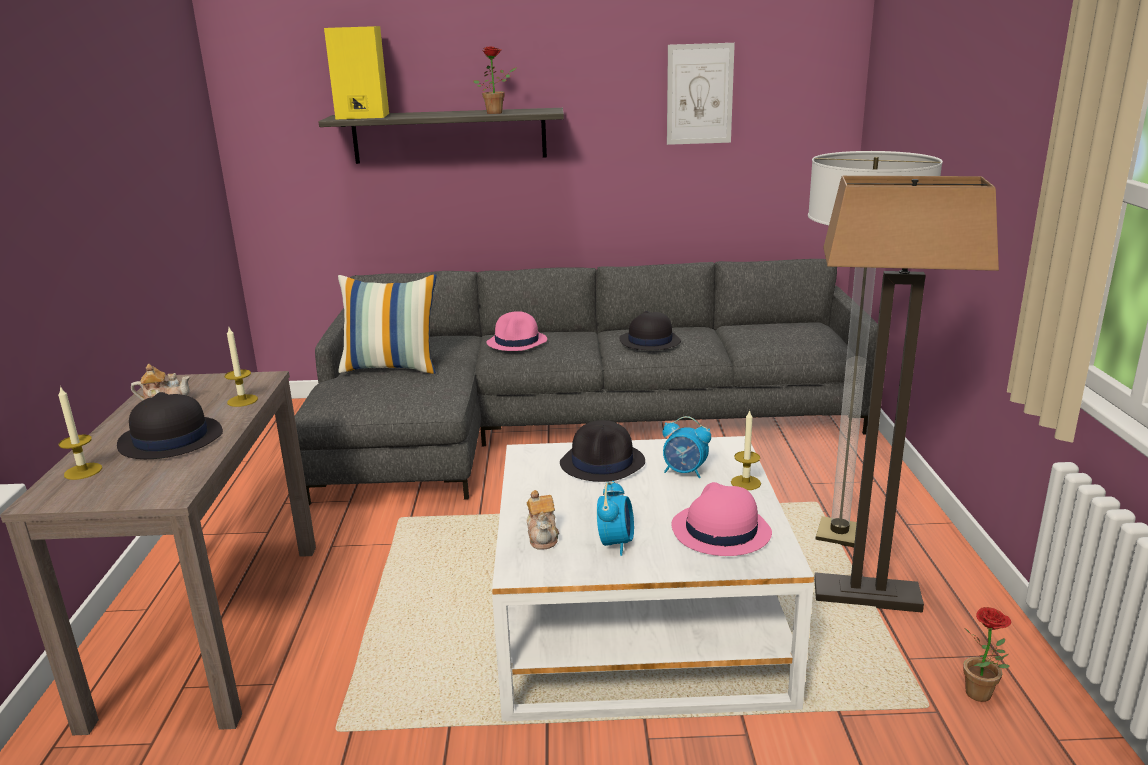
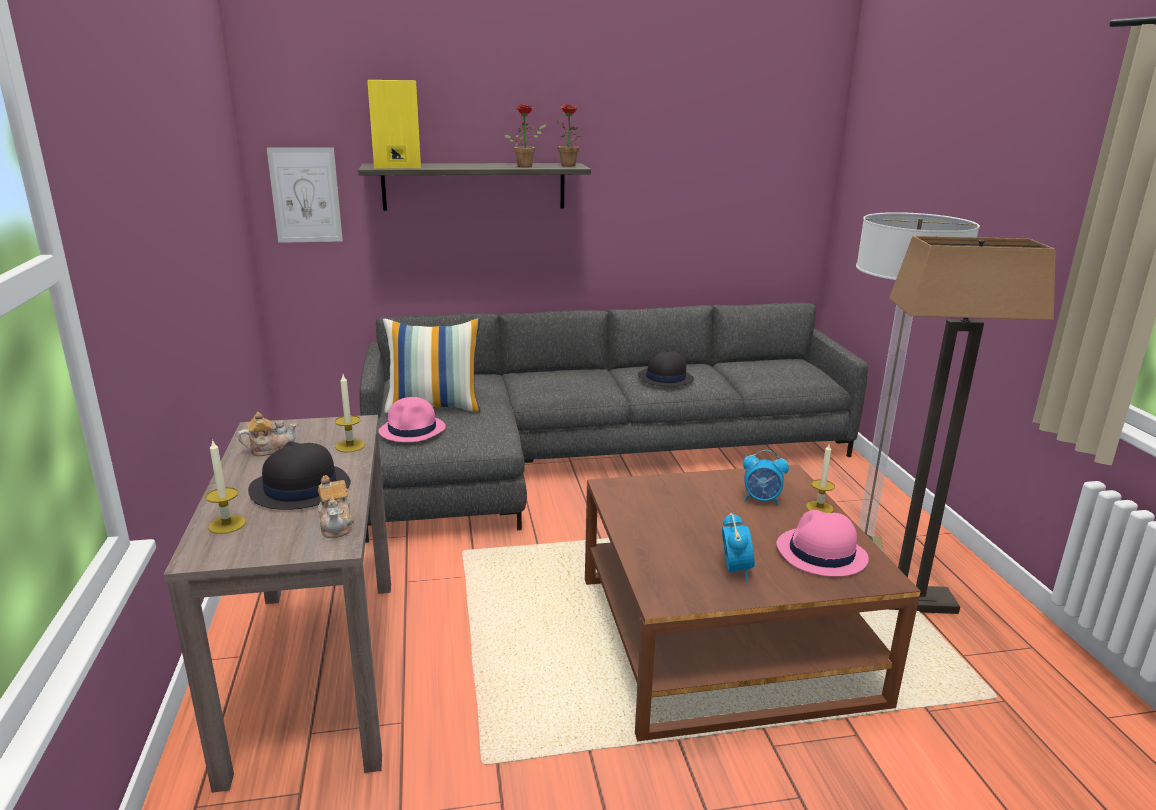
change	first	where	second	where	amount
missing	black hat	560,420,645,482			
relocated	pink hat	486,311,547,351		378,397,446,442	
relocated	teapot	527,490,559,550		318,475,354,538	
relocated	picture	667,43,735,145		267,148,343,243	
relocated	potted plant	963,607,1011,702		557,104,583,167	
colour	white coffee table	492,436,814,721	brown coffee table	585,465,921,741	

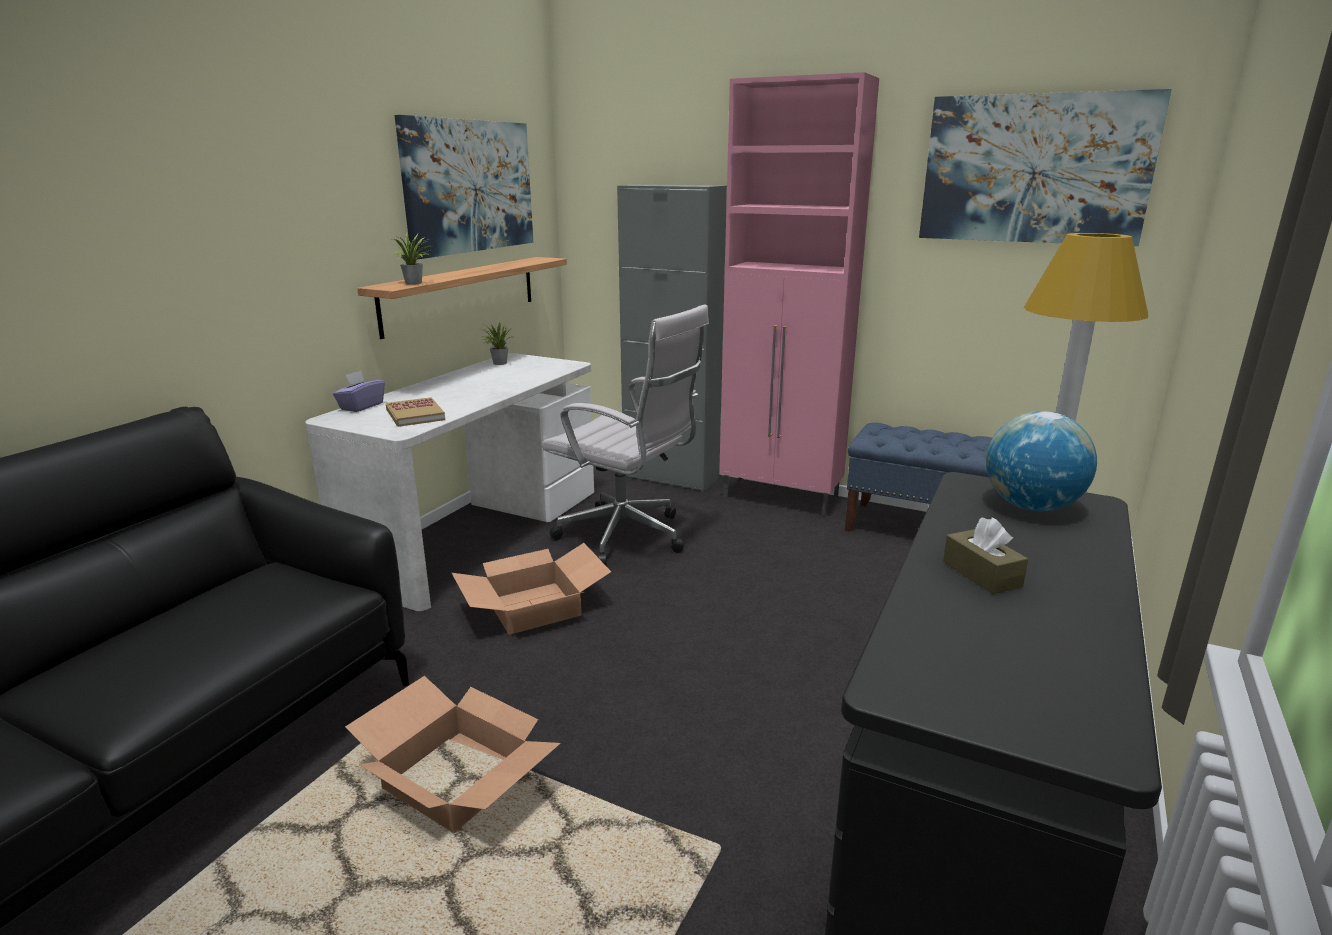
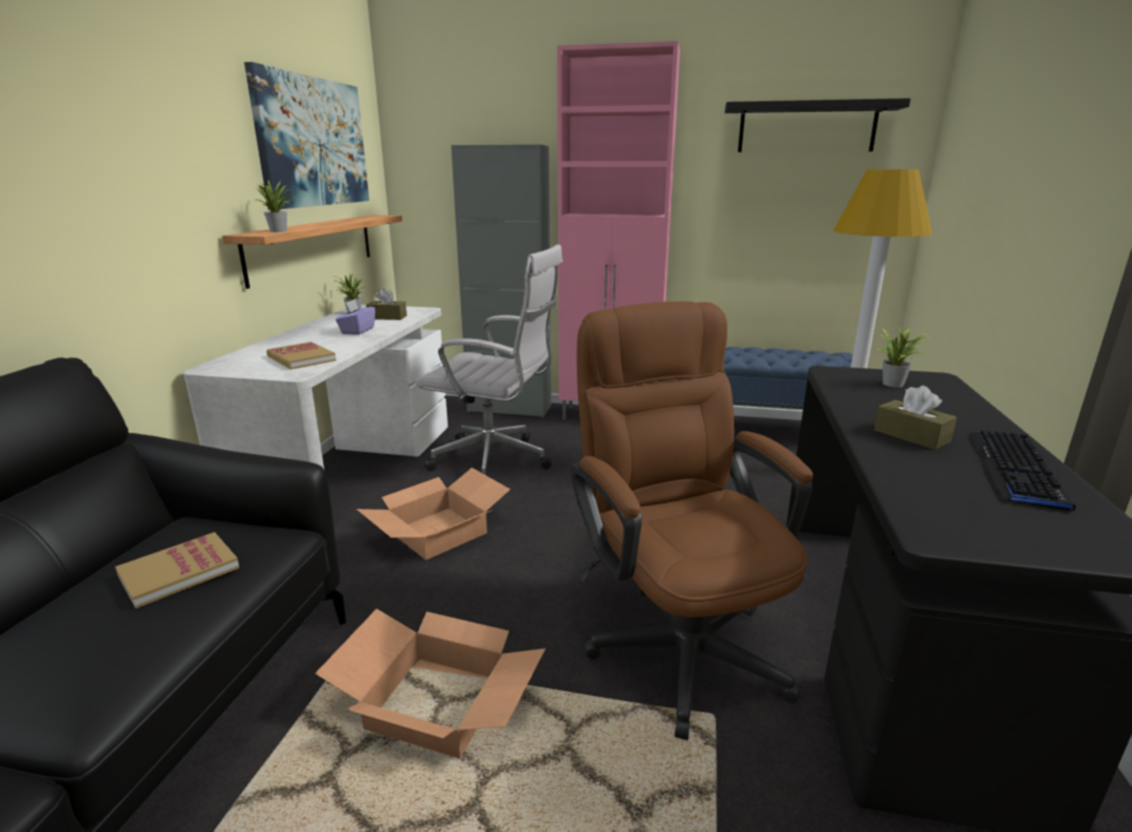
change	first	where	second	where	amount
appeared			book	115,532,240,609	
appeared			brown tissue box	366,289,407,320	
appeared			brown office chair	569,301,813,740	
appeared			keyboard	969,430,1076,512	
relocated	purple tissue box	333,371,385,412		336,299,375,335	
exchanged	picture	919,89,1172,246	black shelf	725,98,911,152	
exchanged	globe	986,411,1097,512	potted plant	876,326,933,388	

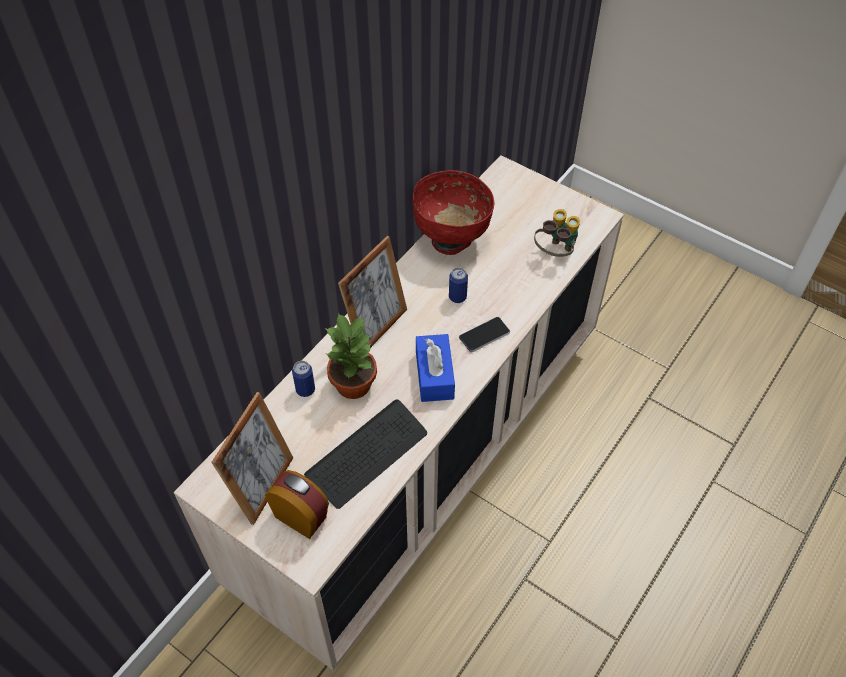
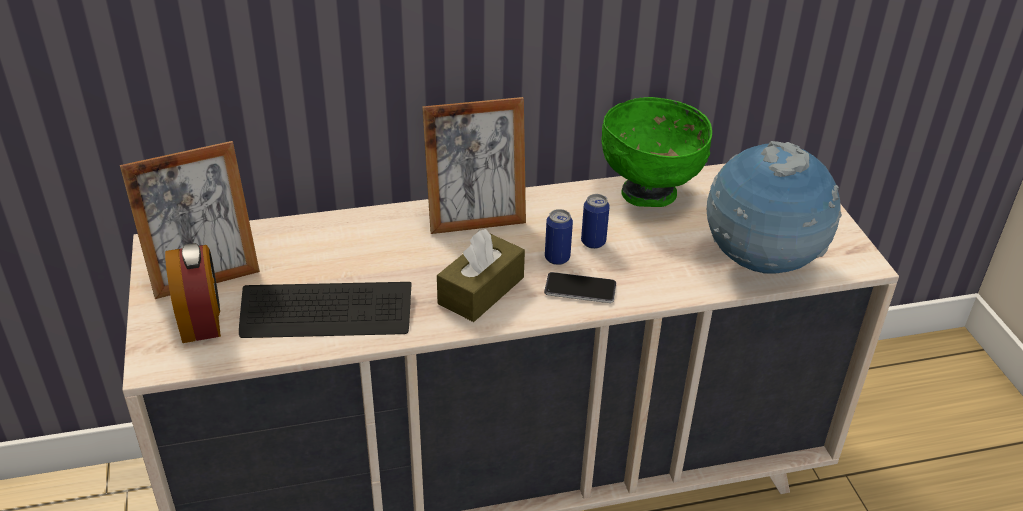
change	first	where	second	where	amount
missing	potted plant	325,313,377,399			
relocated	can	292,361,315,397		545,209,573,265	
exchanged	binoculars	534,209,580,257	globe	707,141,842,274	
colour	red bowl	412,170,495,255	green bowl	601,97,712,207	
colour	blue tissue box	416,334,455,402	brown tissue box	437,229,525,322	

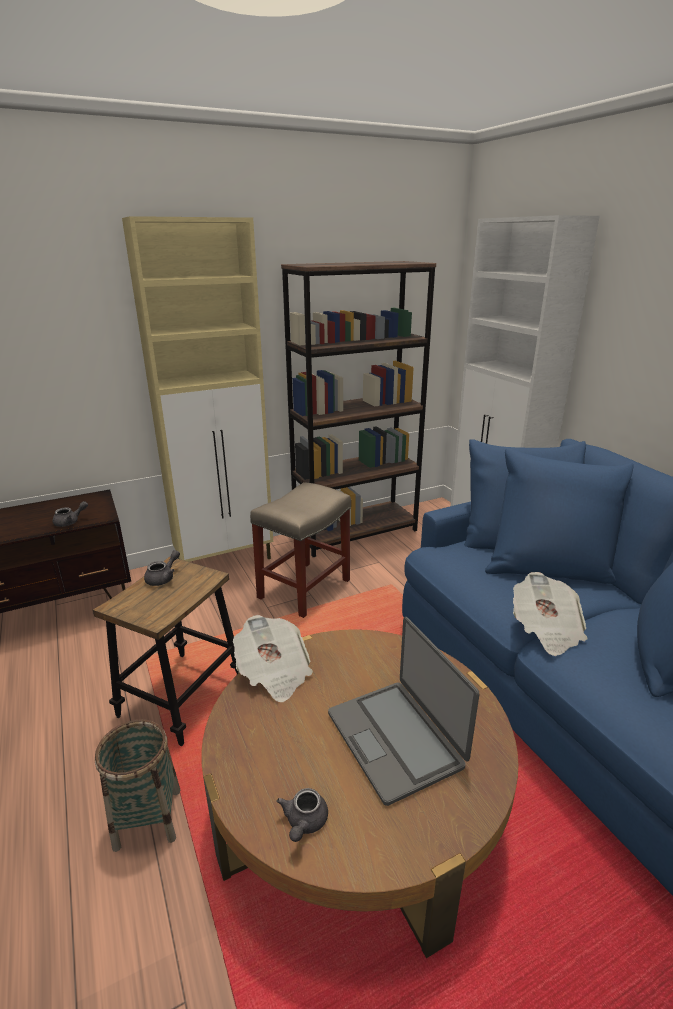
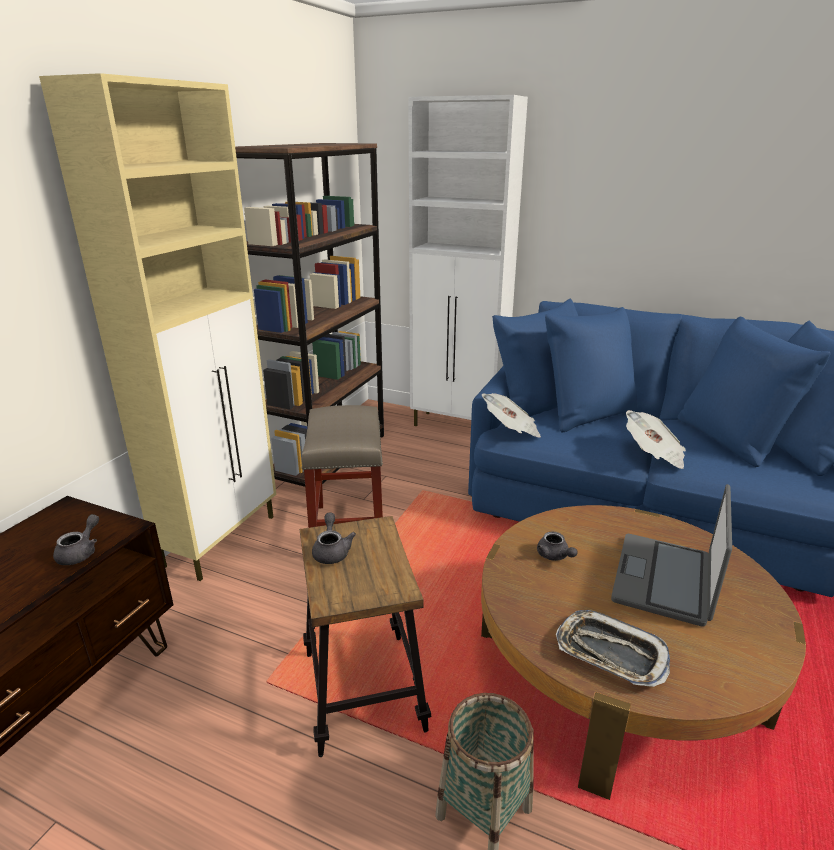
change	first	where	second	where	amount
appeared			tray	556,610,670,687	
relocated	newspaper	233,615,313,702		482,393,541,438	
relocated	grey teapot	277,788,328,842		537,531,578,561	
spun	laptop	328,617,479,806		611,484,732,627	90 degrees clockwise

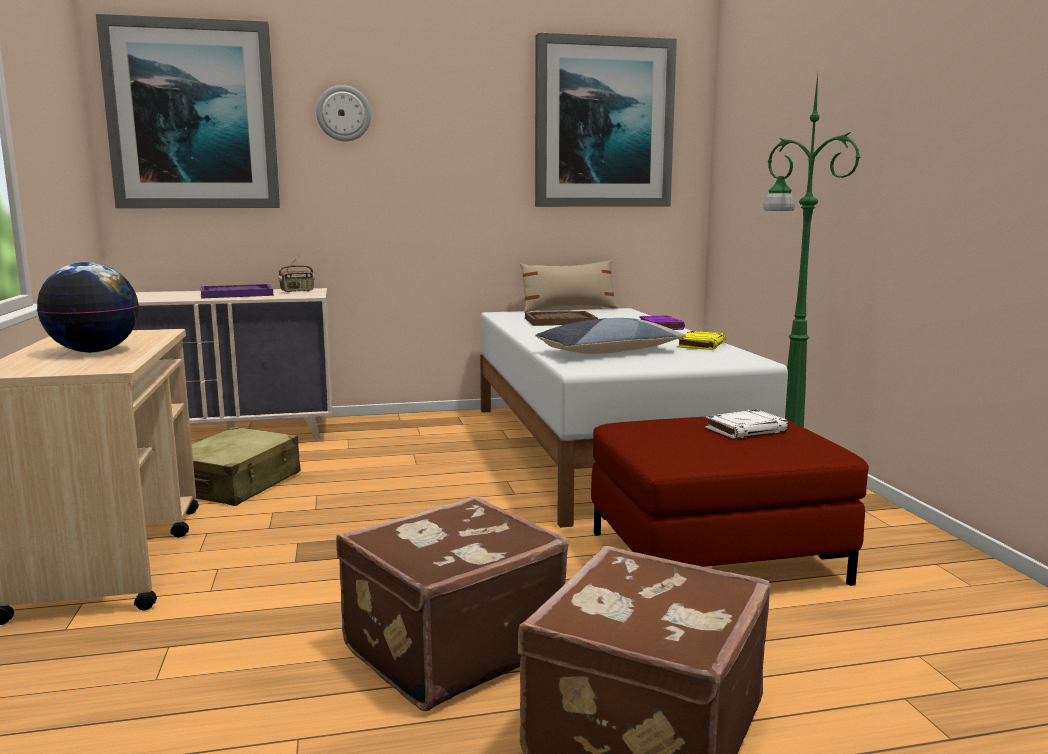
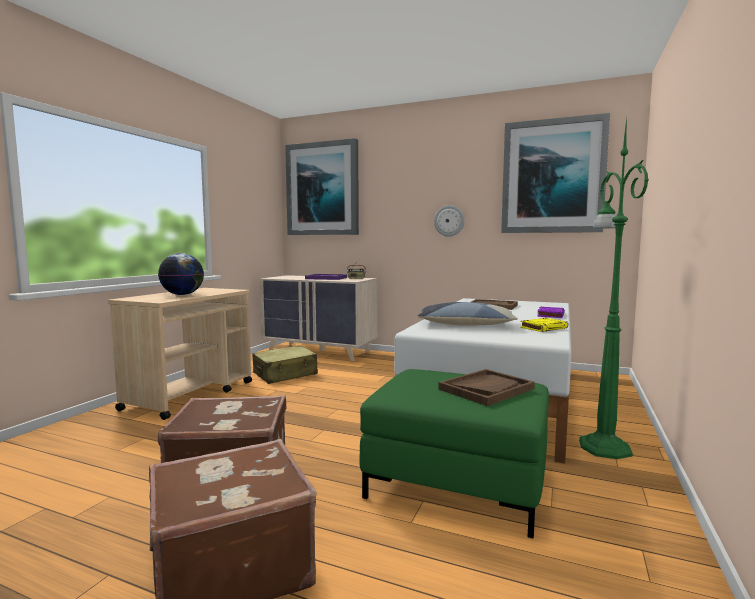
change	first	where	second	where	amount
missing	beige pillow	520,260,618,313			
relocated	wall clock	316,85,371,141		434,205,465,237	
exchanged	white book	705,409,789,439	brown tray	438,369,535,406	
colour	red ottoman	591,415,869,586	green ottoman	359,369,549,538	

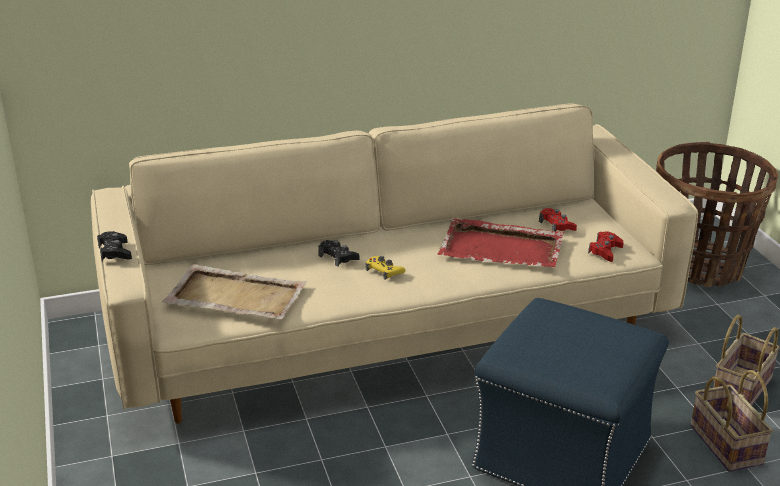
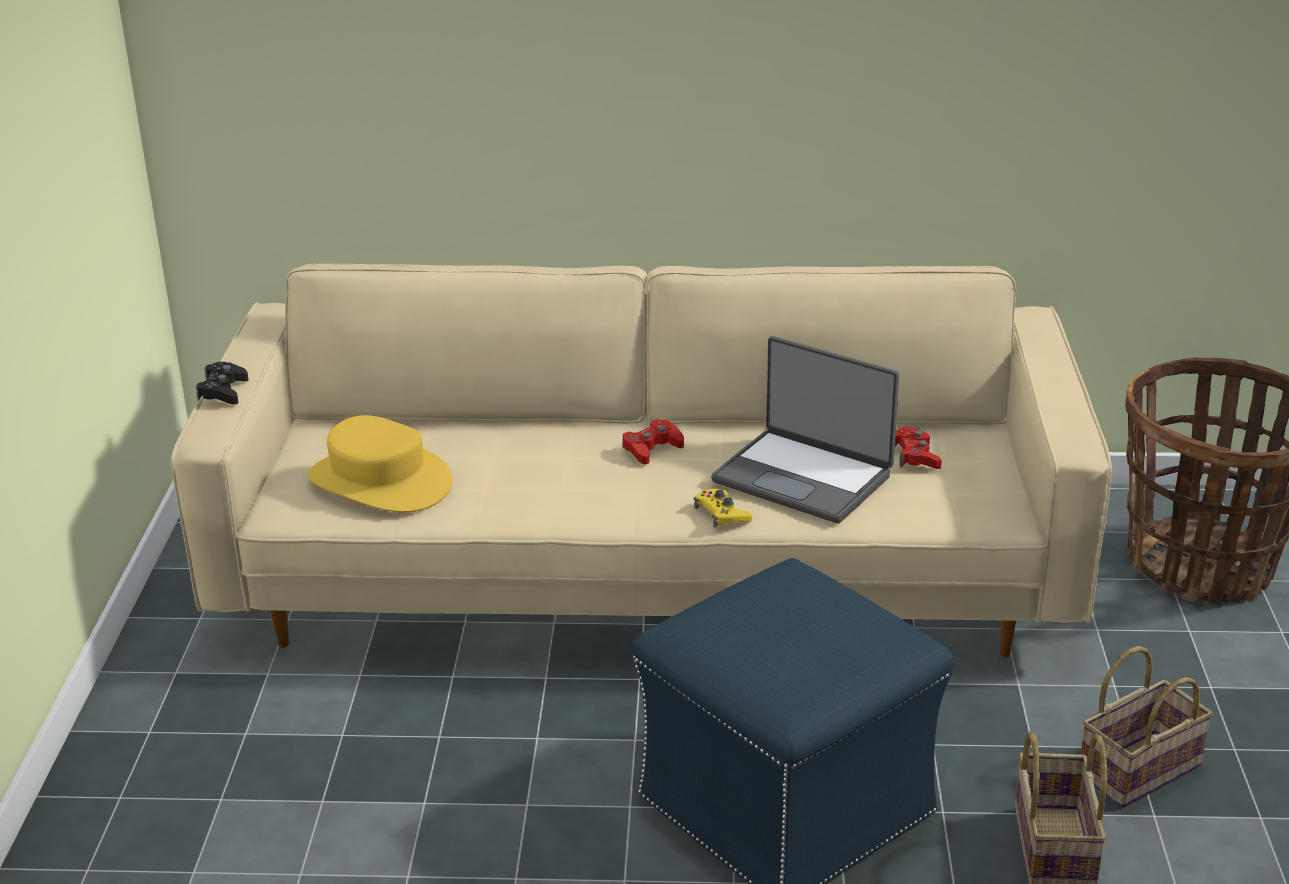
change	first	where	second	where	amount
missing	black game controller	318,240,359,267			
relocated	yellow game controller	365,256,405,280		694,489,752,527	
relocated	red game controller	588,231,624,262		622,419,684,465	
exchanged	beige tray	162,264,307,319	yellow hat	308,415,452,513	
exchanged	red tray	437,218,564,267	laptop	711,336,899,524	

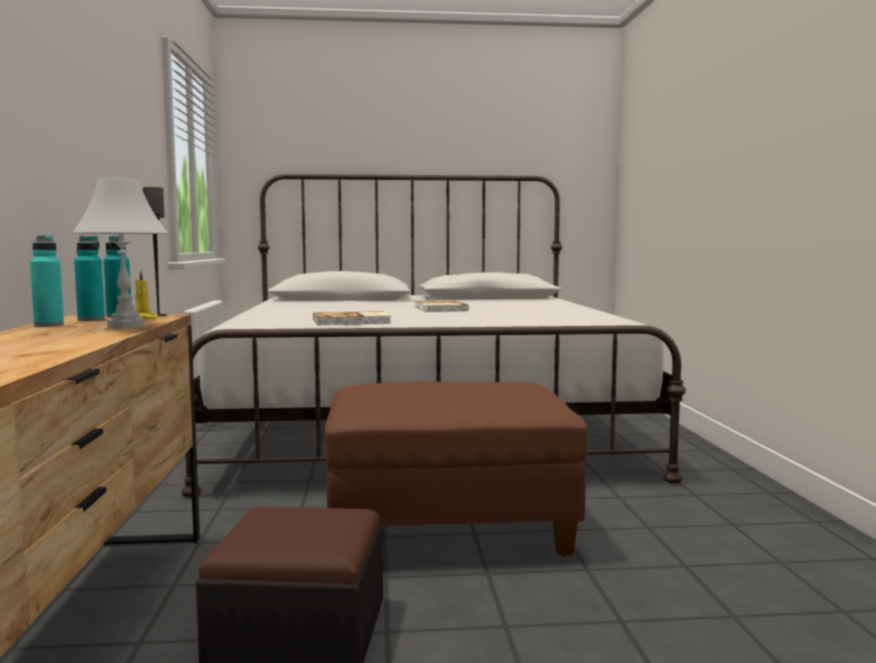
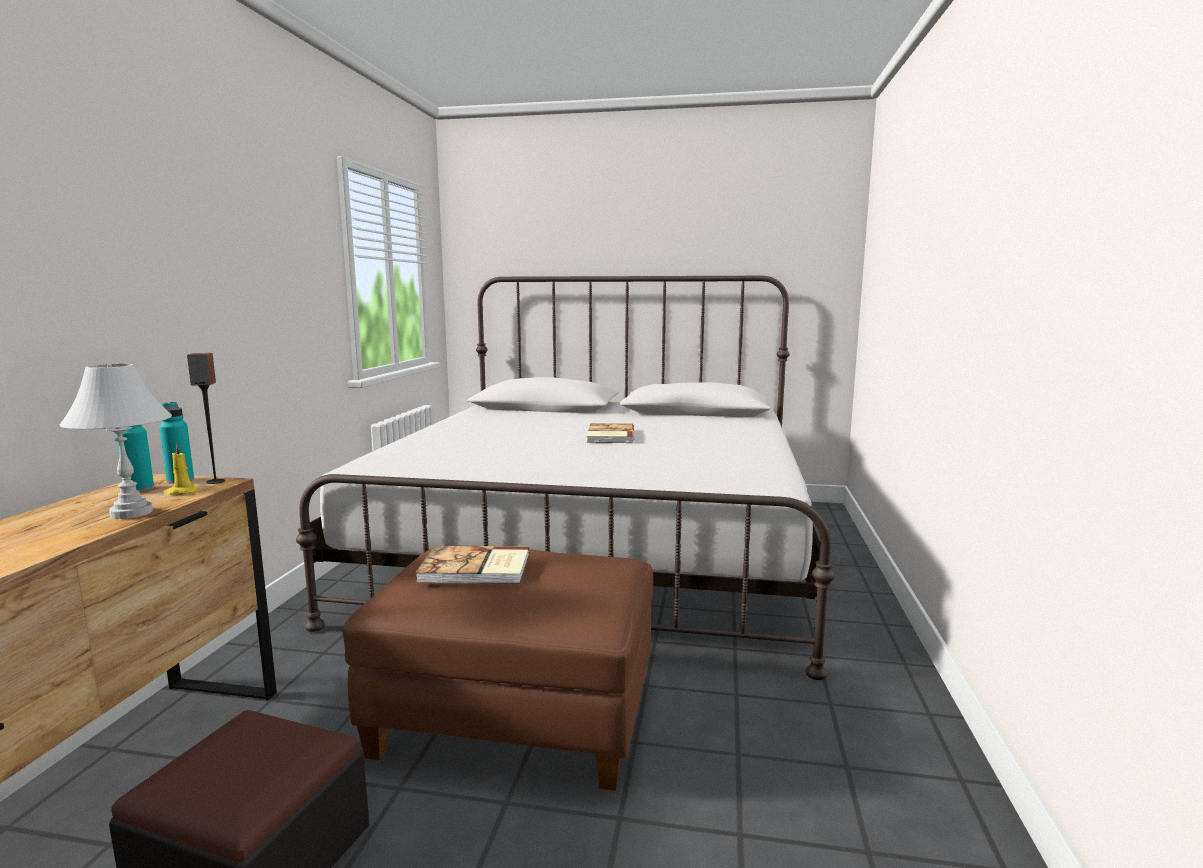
change	first	where	second	where	amount
missing	turquoise bottle	30,235,64,327			
relocated	book	313,311,391,325		415,546,530,584	

